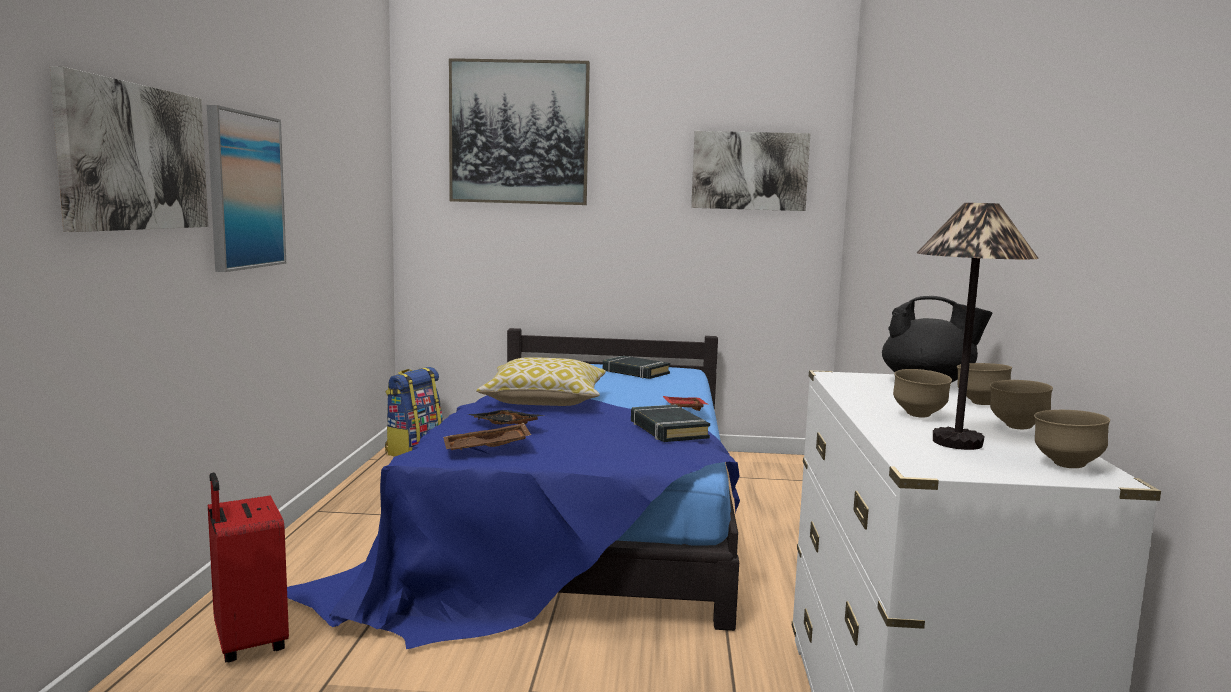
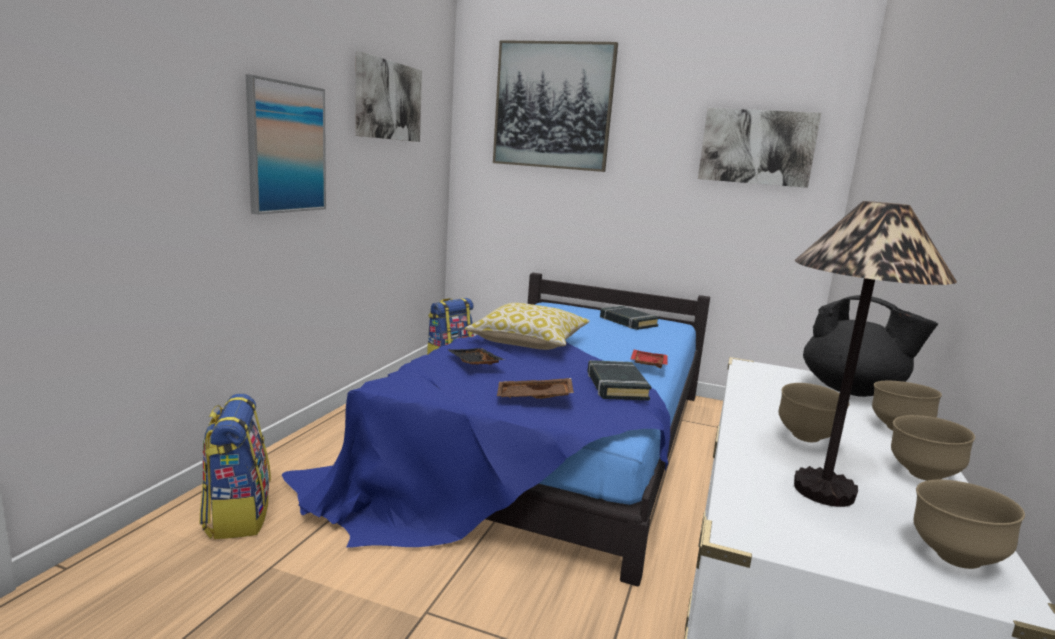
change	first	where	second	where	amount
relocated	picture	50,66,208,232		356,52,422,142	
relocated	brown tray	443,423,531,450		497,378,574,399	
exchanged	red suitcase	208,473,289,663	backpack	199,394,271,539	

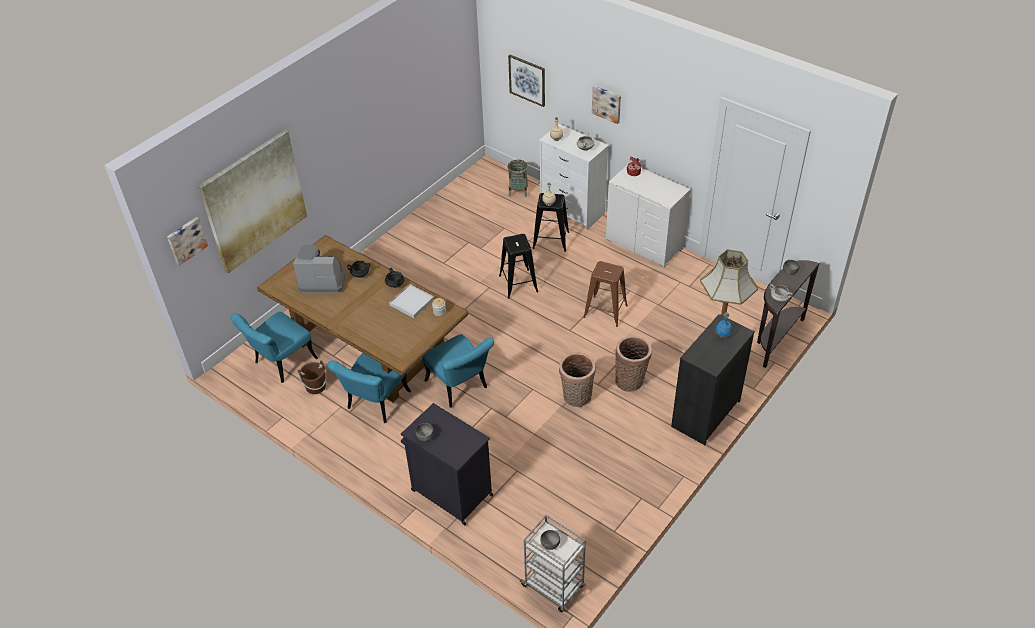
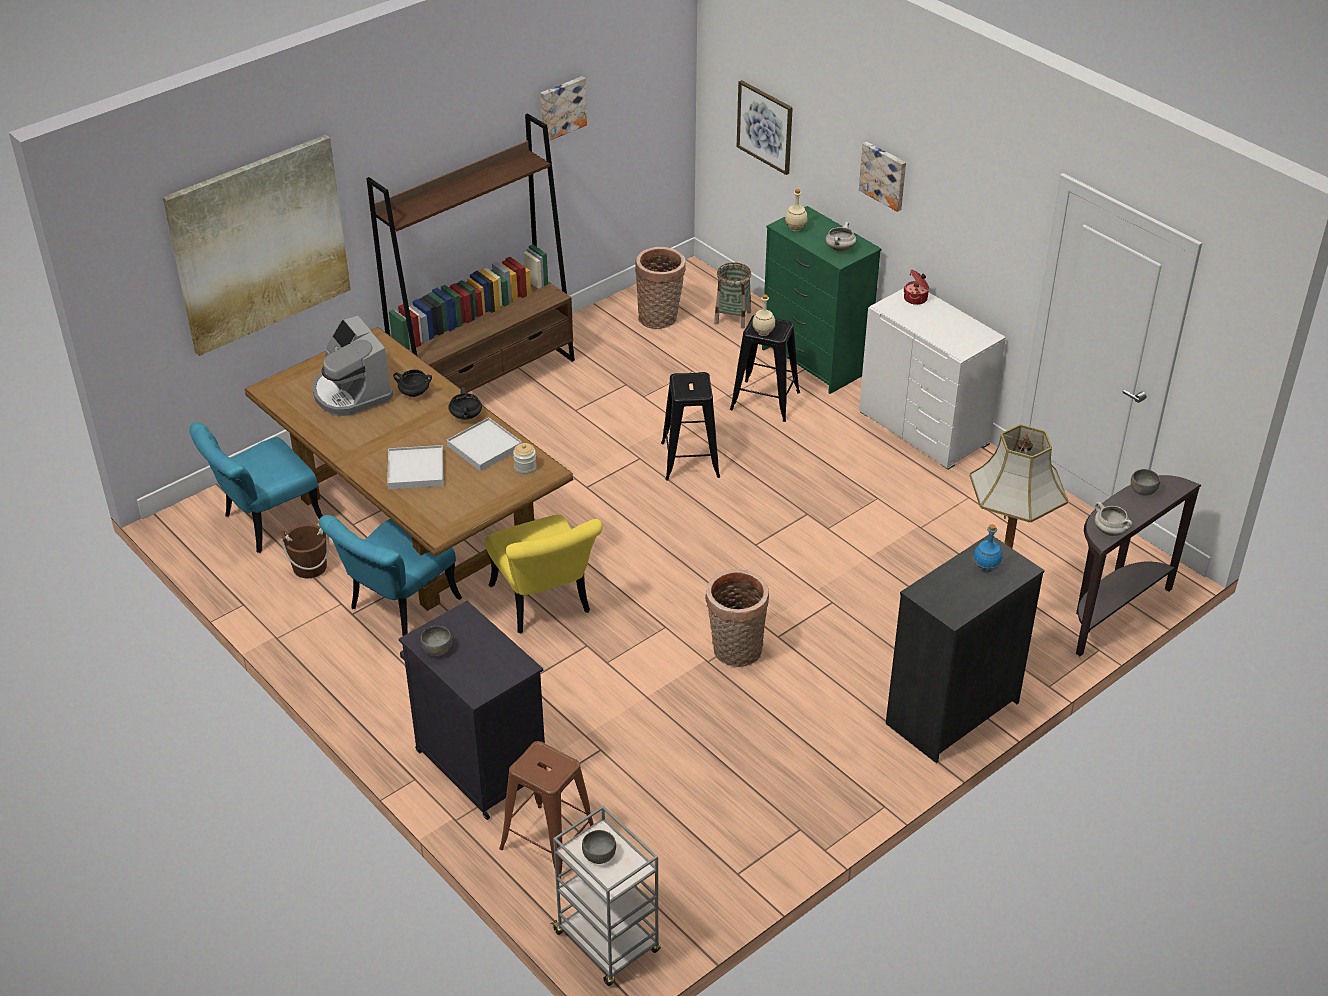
change	first	where	second	where	amount
appeared			brown bookcase	367,113,575,393	
appeared			white tray	387,445,443,490	
relocated	picture	167,217,208,266		540,76,587,141	
relocated	brown stool	583,261,628,327		499,741,594,879	
relocated	basket	615,336,652,392		635,247,686,329	
colour	turquoise chair	422,334,494,407	yellow chair	485,515,602,634	
colour	white dresser	539,124,609,231	green dresser	762,206,882,394	
spun	coffee machine	293,245,345,293		312,316,393,416	135 degrees counterclockwise

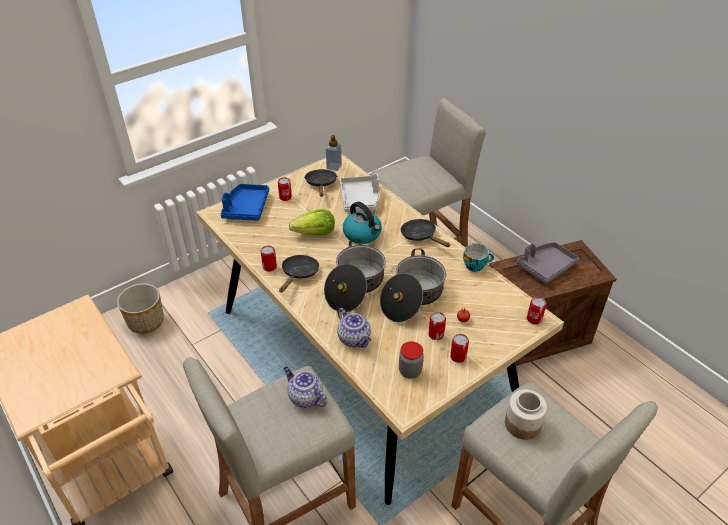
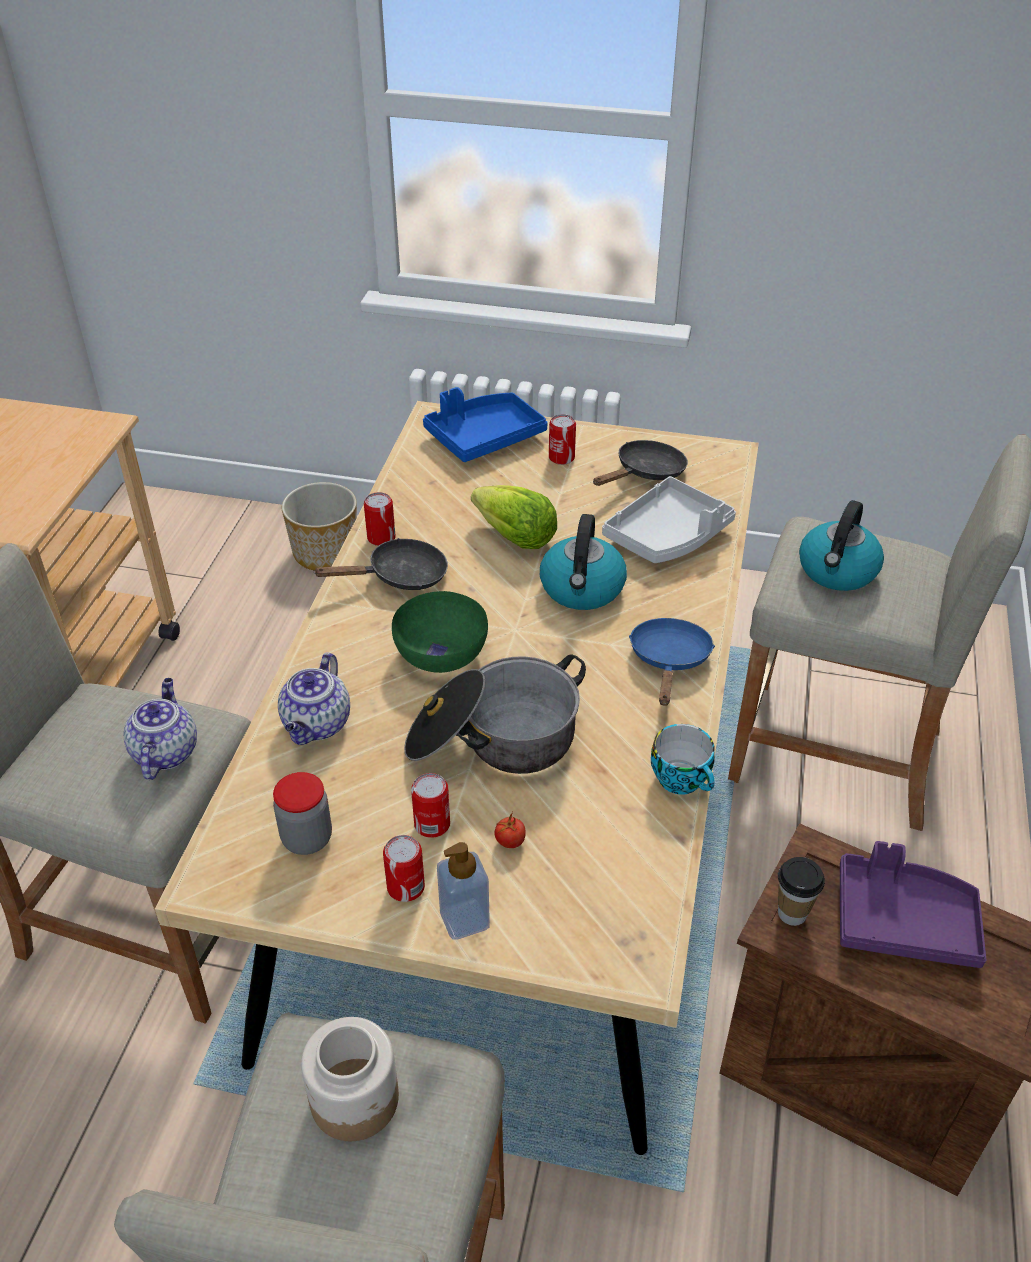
change	first	where	second	where	amount
missing	can	527,297,546,324			
appeared			cup	778,857,825,926	
appeared			kettle	799,500,884,591	
relocated	soap dispenser	326,135,342,171		437,842,490,940	
exchanged	cooking pot	324,238,386,313	green bowl	392,591,488,673	
colour	black frying pan	401,219,450,247	blue frying pan	629,618,715,706	
colour	grey tray	517,242,579,284	purple tray	840,841,986,968	

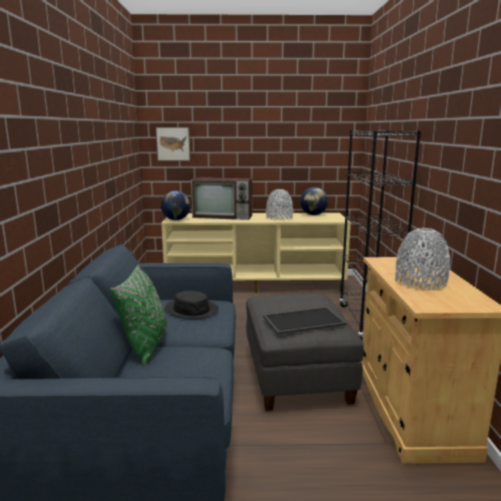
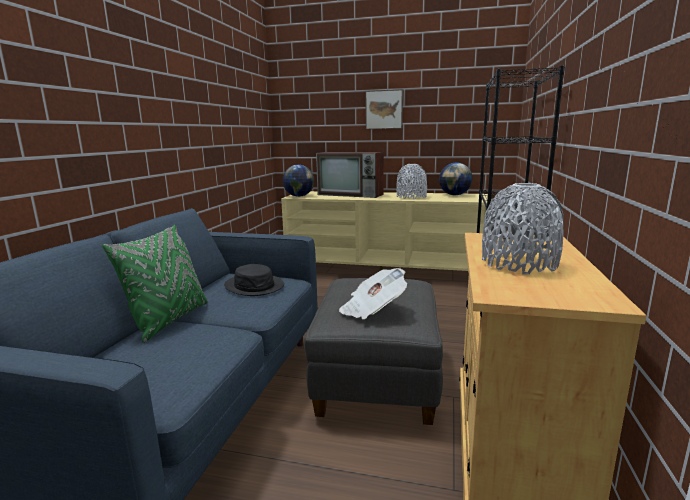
change	first	where	second	where	amount
relocated	picture	156,127,191,161		366,89,403,129	
exchanged	tray	263,307,347,335	newspaper	339,268,407,319	

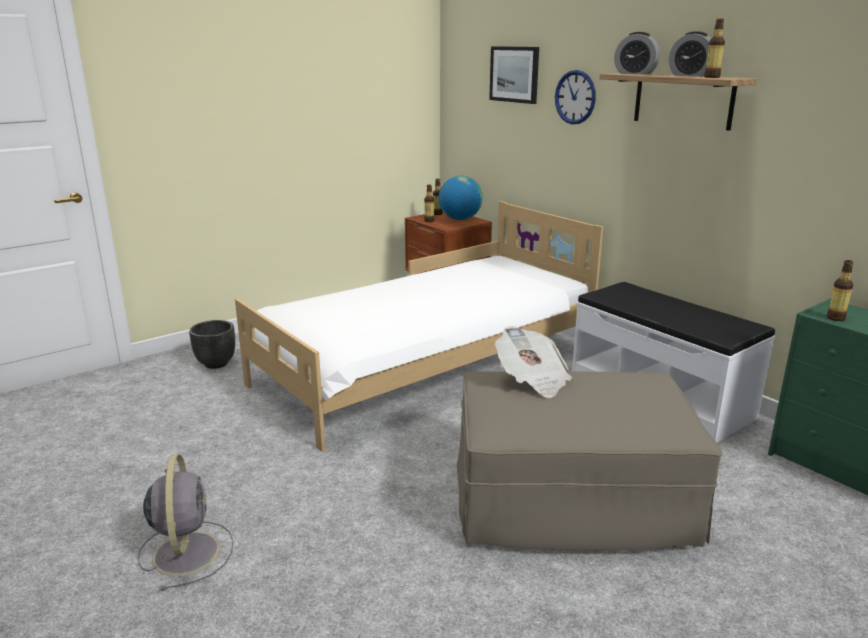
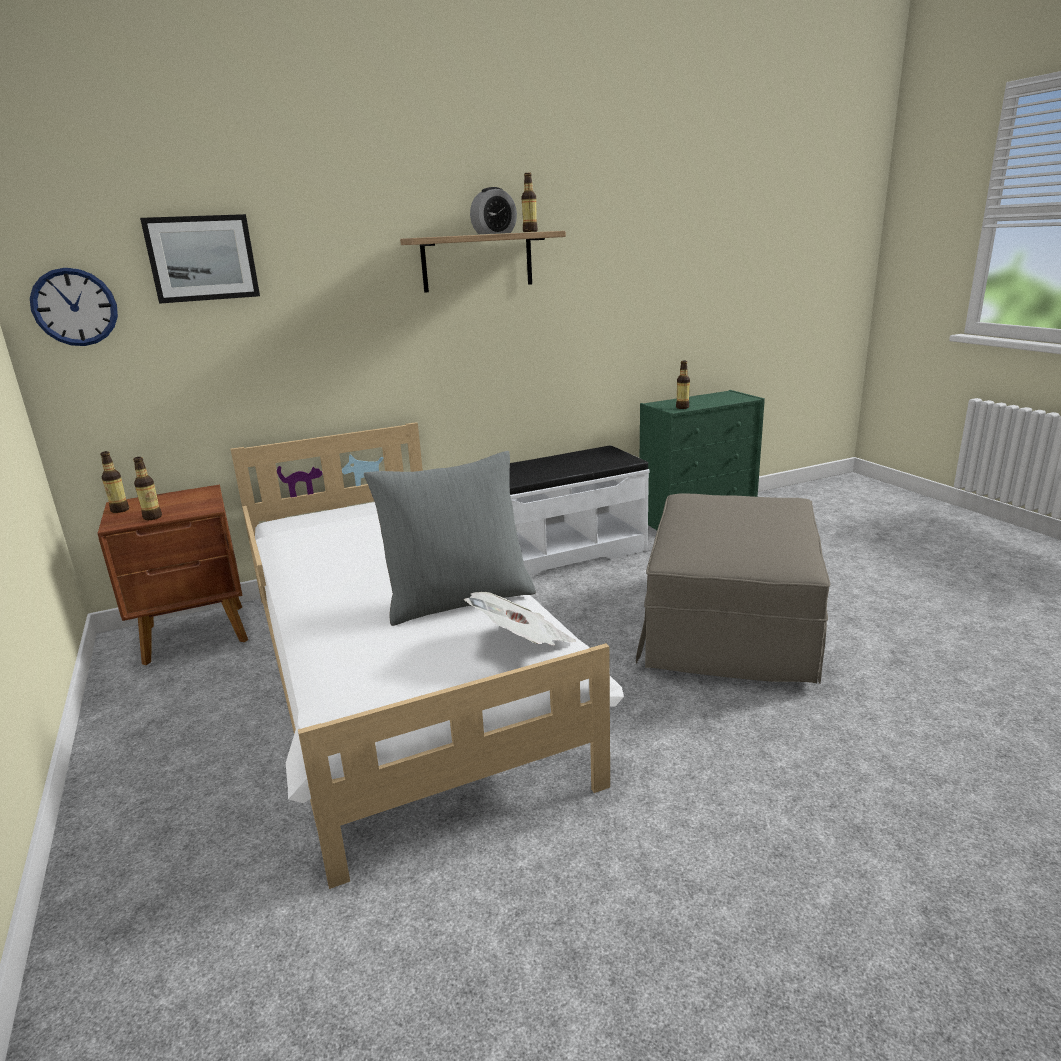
change	first	where	second	where	amount
missing	grey fan	138,454,233,591			
missing	black planter	189,320,235,369			
missing	globe	439,176,483,220			
missing	alarm clock	614,32,660,74			
appeared			grey pillow	364,451,536,626	
relocated	newspaper	495,326,572,398		464,592,576,645	
relocated	wall clock	555,70,596,124		30,268,118,346	

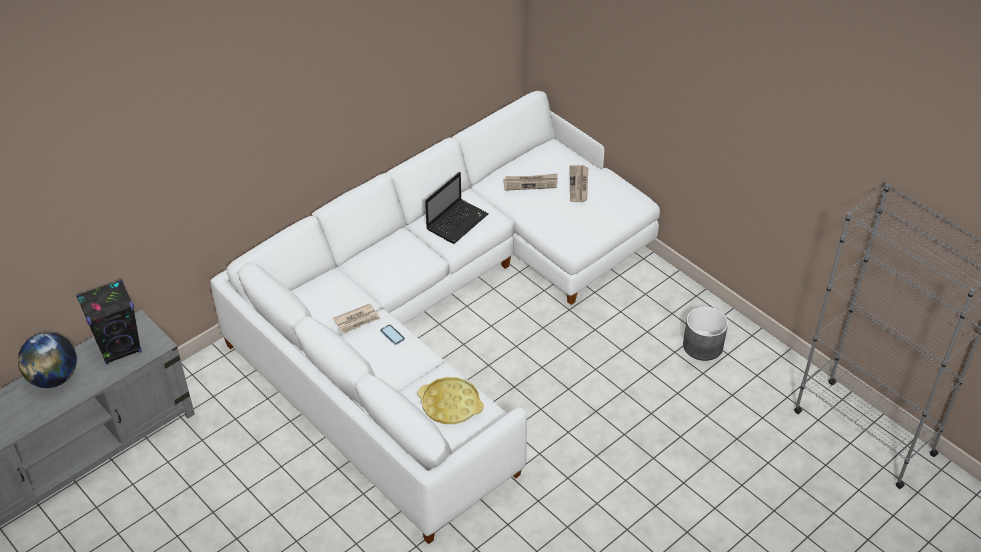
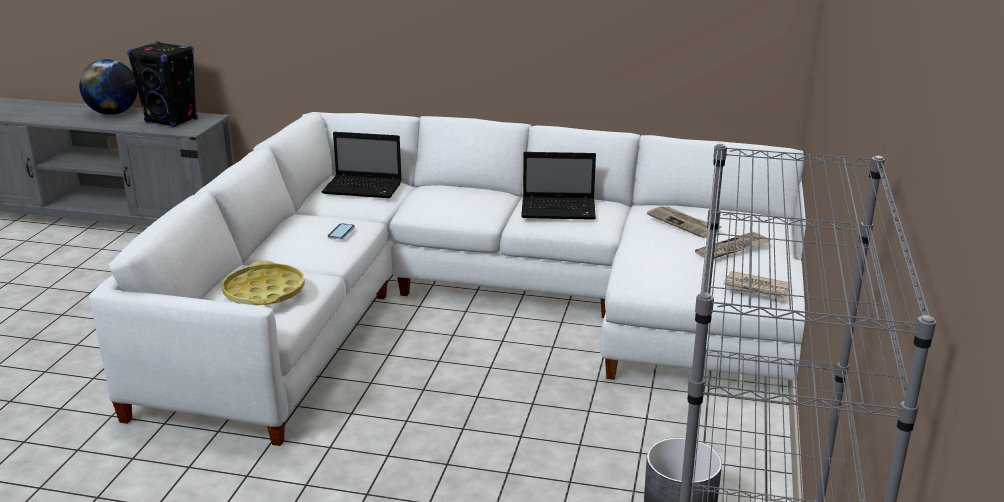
change	first	where	second	where	amount
appeared			laptop	322,132,402,198	
relocated	newspaper	333,304,381,334		724,271,789,301	

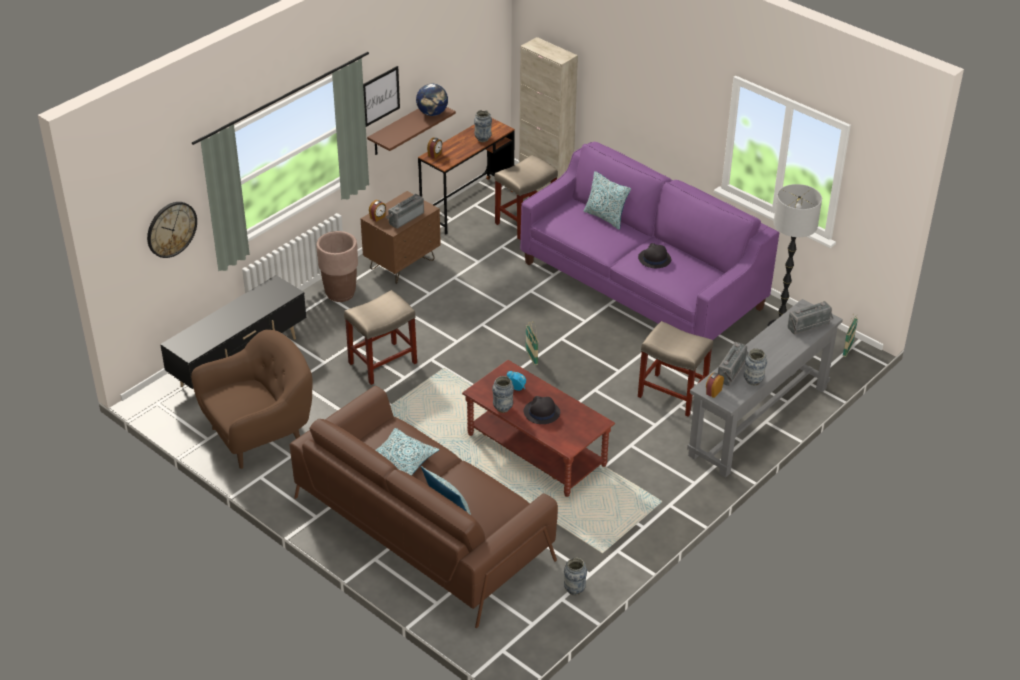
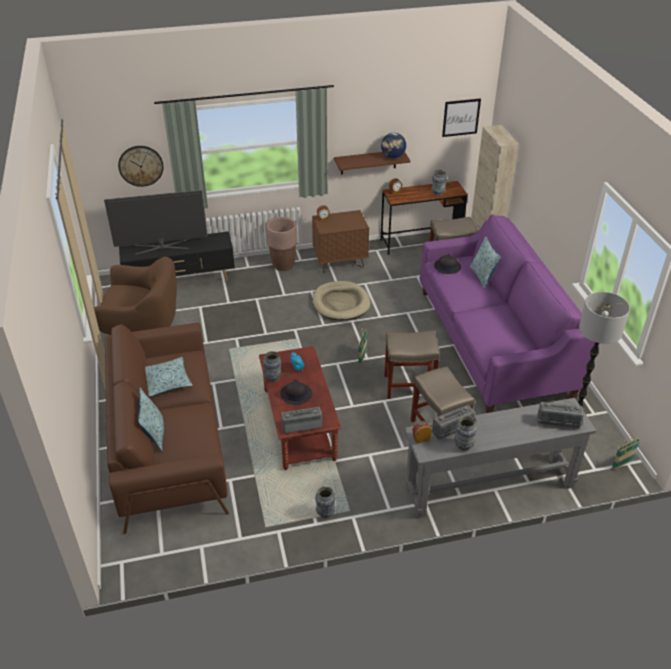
change	first	where	second	where	amount
appeared			television	104,190,208,255	
appeared			beige dog bed	313,281,370,320	
relocated	beige stool	344,290,417,385		384,330,440,399	
relocated	picture	363,66,400,127		442,98,481,137	
relocated	radio	386,194,424,229		280,407,322,434	
relocated	vase	564,557,587,596		315,487,335,518	
relocated	black hat	638,243,671,268		434,254,461,274	

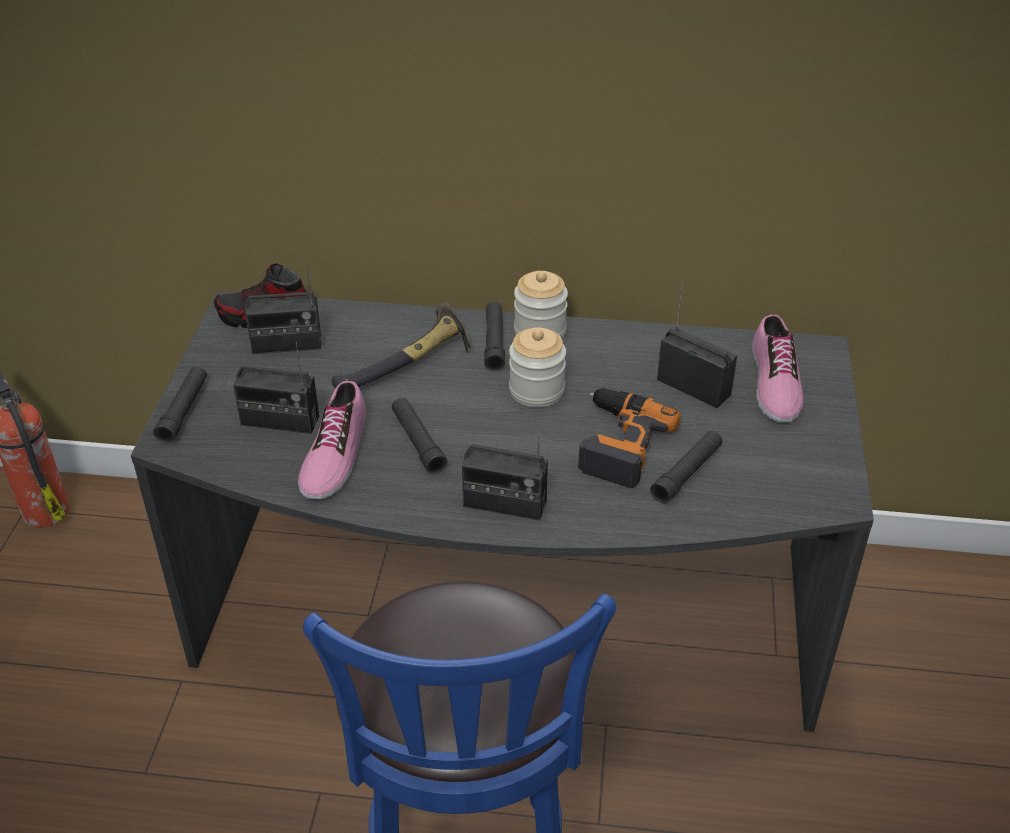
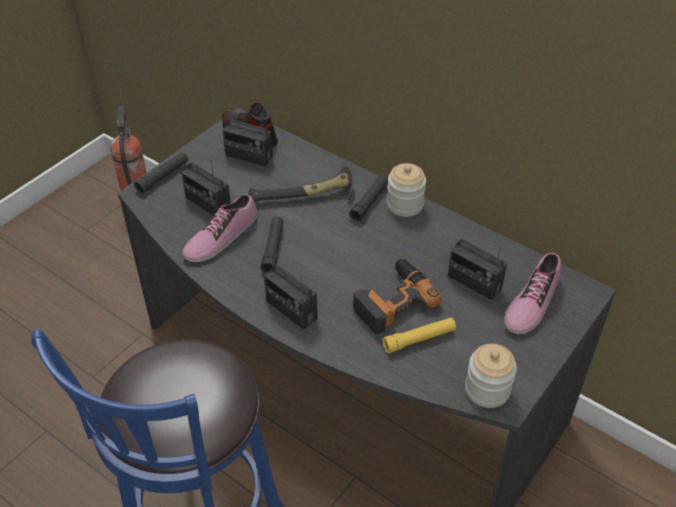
change	first	where	second	where	amount
relocated	jar	509,327,566,407		465,344,517,408	
colour	black flashlight	650,431,722,503	yellow flashlight	382,318,456,353	
spun	radio	657,284,737,408		447,239,507,301	150 degrees clockwise

